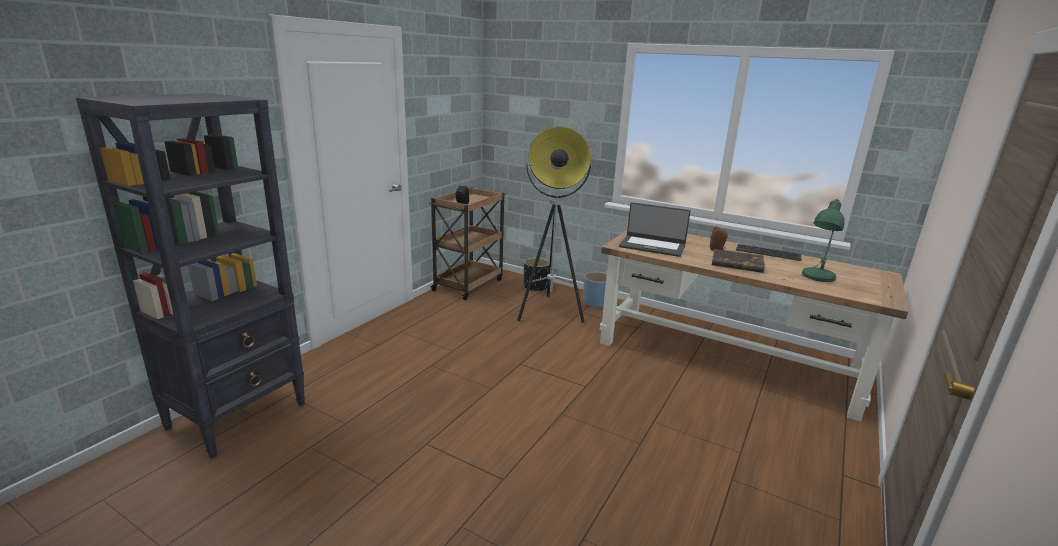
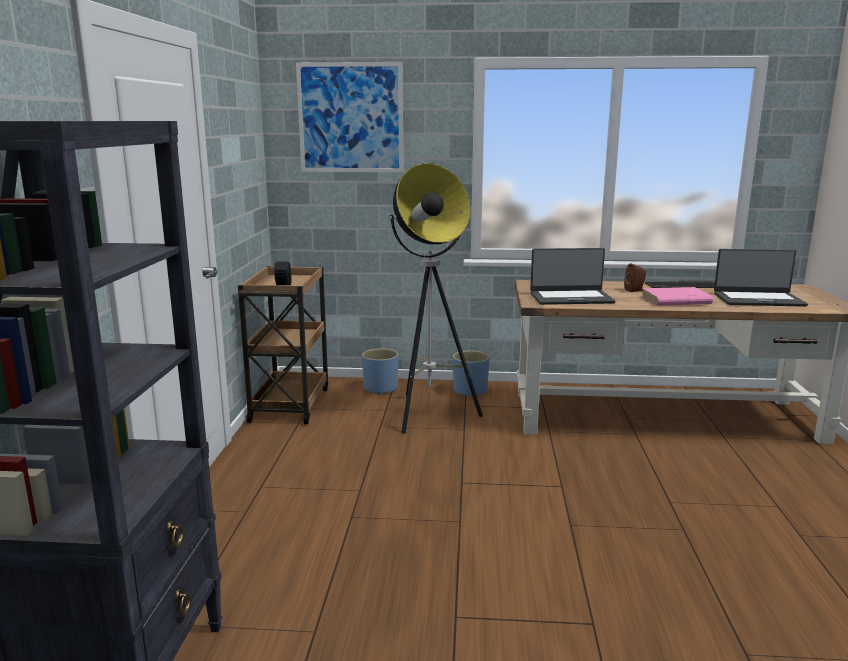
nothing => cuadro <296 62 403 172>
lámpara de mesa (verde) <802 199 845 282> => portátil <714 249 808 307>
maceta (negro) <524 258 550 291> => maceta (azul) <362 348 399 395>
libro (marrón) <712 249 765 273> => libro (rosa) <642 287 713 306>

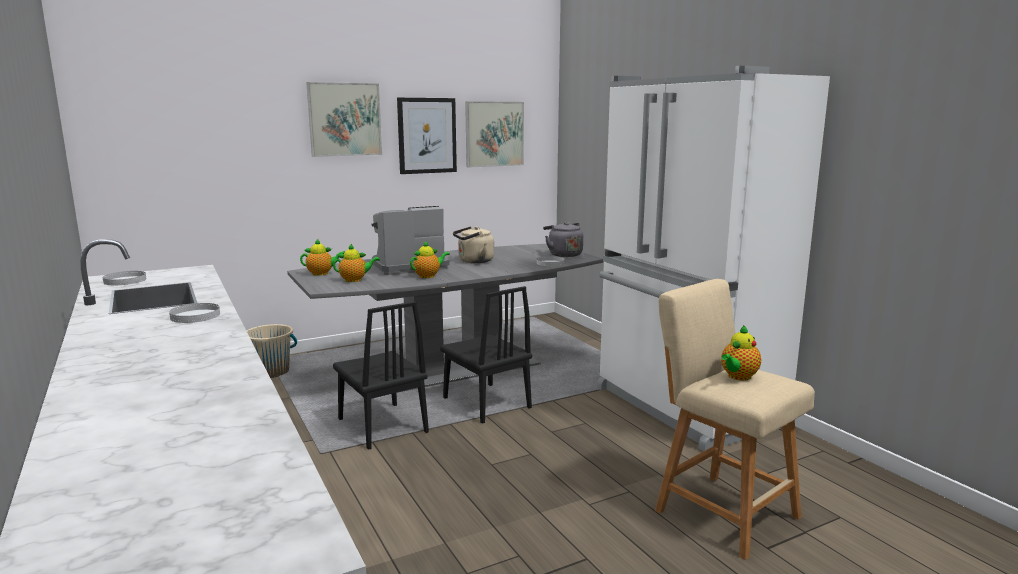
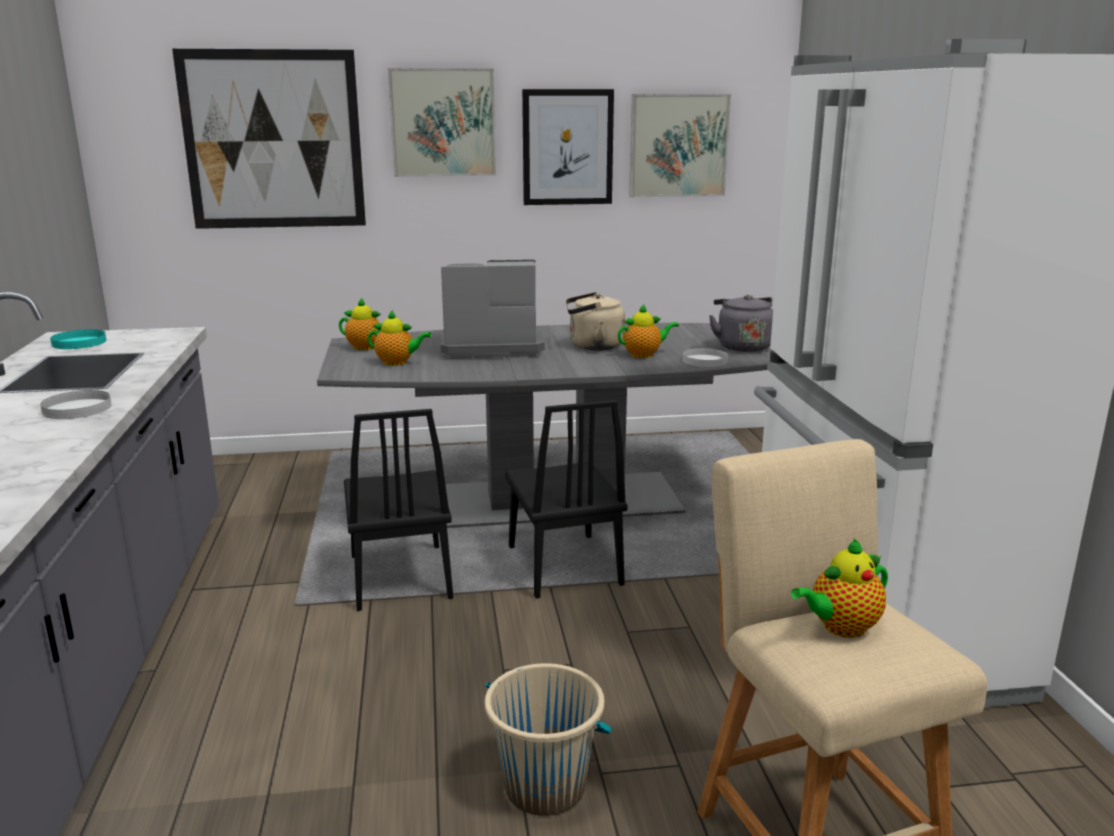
nothing => cuadro <172 49 366 229>
cubo (beis) <247 324 297 378> => cubo (beis) <485 663 612 816>, move
tetera <410 241 450 278> => tetera <618 304 679 358>, move
plato (blanco) <103 271 146 285> => plato (turquesa) <50 329 106 349>

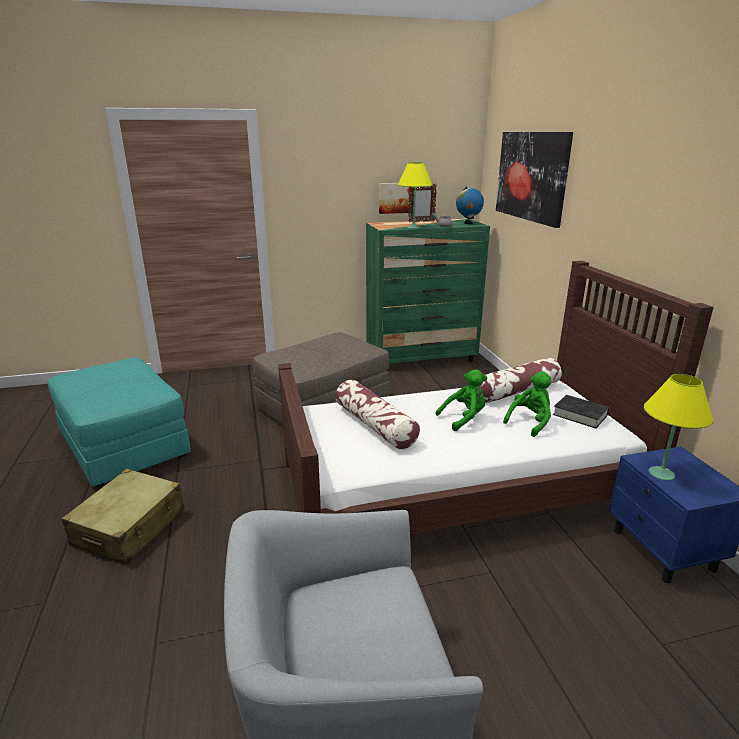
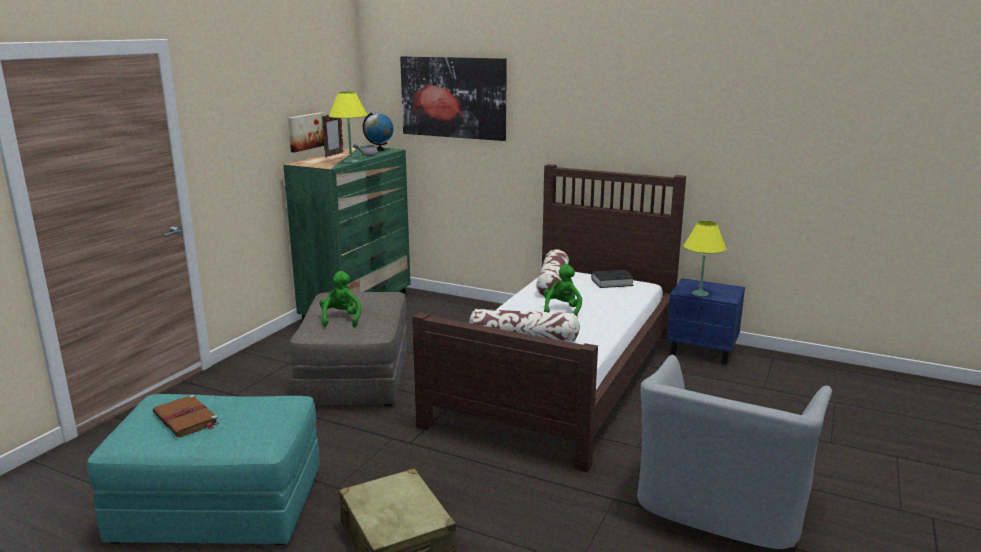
nothing => libro (marrón) <153 394 219 437>
peluche (verde) <503 371 551 437> => peluche (verde) <319 271 361 327>, move

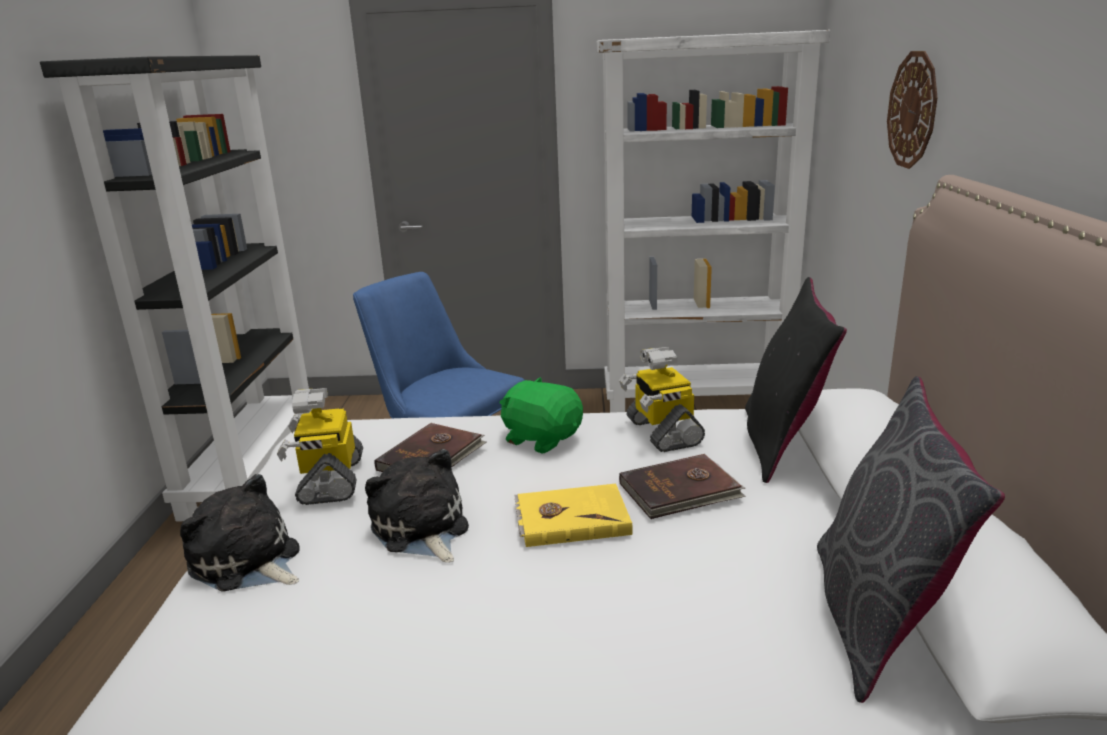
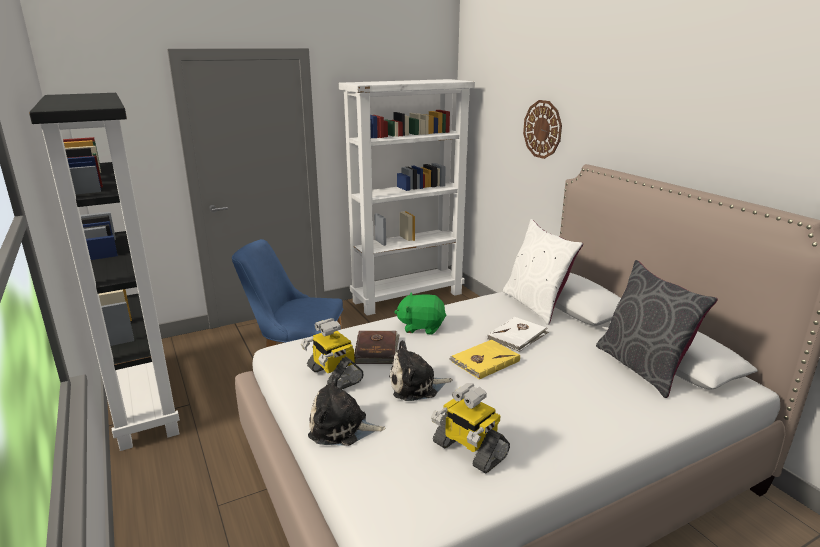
robot de juguete <619 347 705 452> => robot de juguete <431 383 510 473>, move
libro (marrón) <619 454 746 519> => libro (blanco) <487 317 549 352>
cojín (negro) <745 277 847 483> => cojín (blanco) <503 219 583 325>
peluche <365 449 469 563> => peluche <389 340 453 401>, 45 degrees counterclockwise

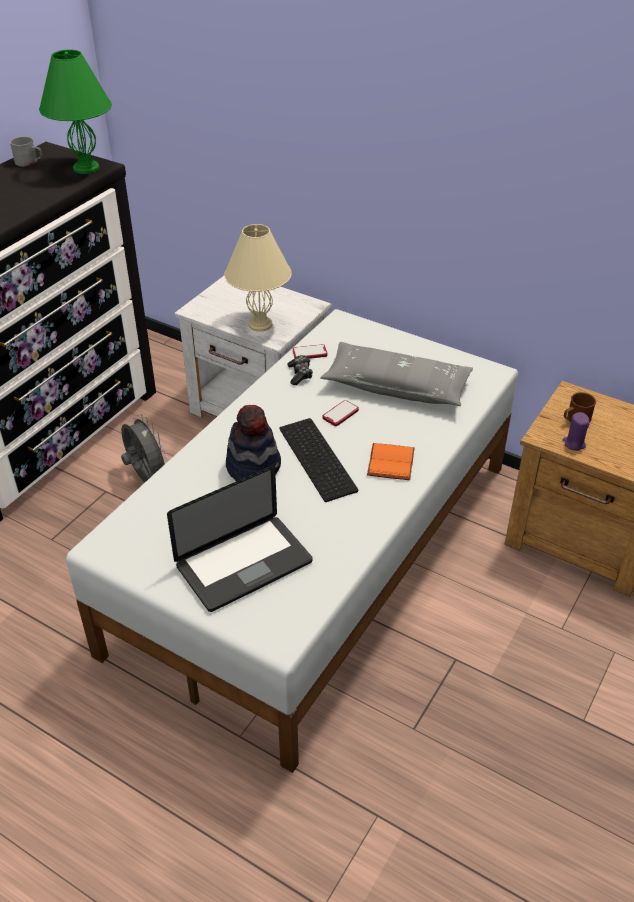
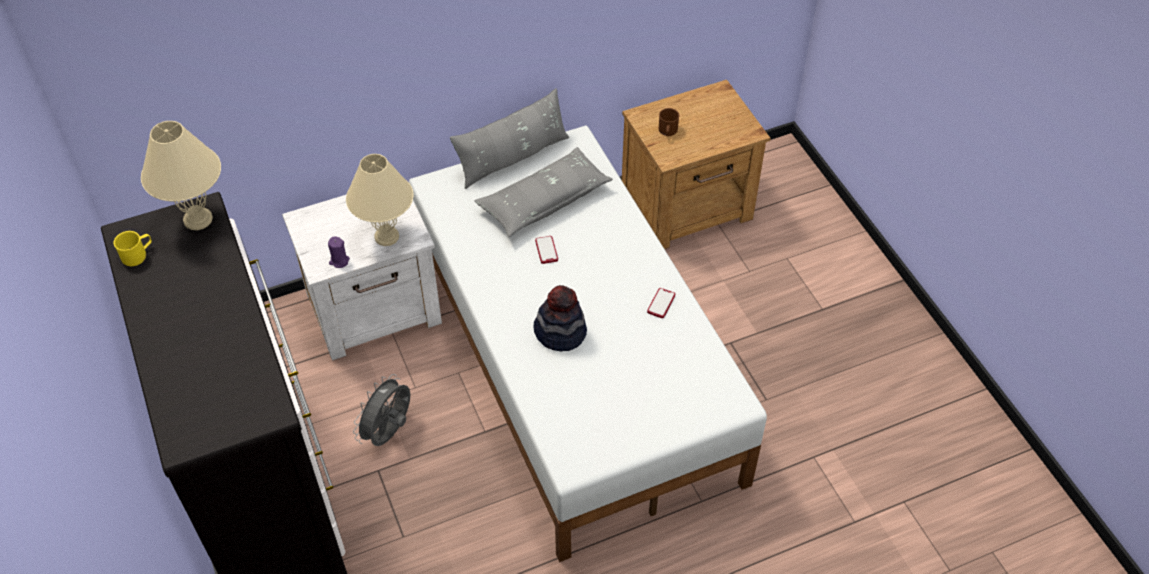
portátil <167 466 313 612> => nothing
teclado <279 418 358 502> => nothing
mando de consola <287 355 313 385> => nothing
libro (naranja) <367 443 415 480> => nothing
nothing => cojín (gris) <450 88 569 189>
móvil <293 344 327 359> => móvil <647 288 675 318>, move
vela (morado) <563 412 590 451> => vela (morado) <328 237 350 268>, move
taza grande (gris) <10 136 42 167> => taza grande (amarillo) <113 231 152 266>
lámpara de mesa (verde) <39 50 112 174> => lámpara de mesa (beis) <141 121 221 230>
ventilador (gris) <121 414 169 482> => ventilador (gris) <353 374 410 446>, 60 degrees counterclockwise

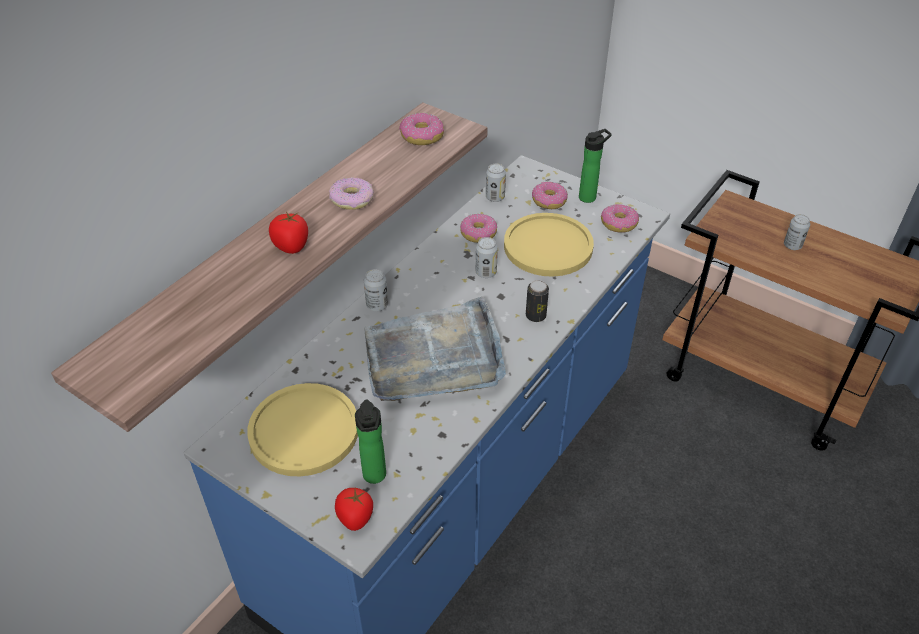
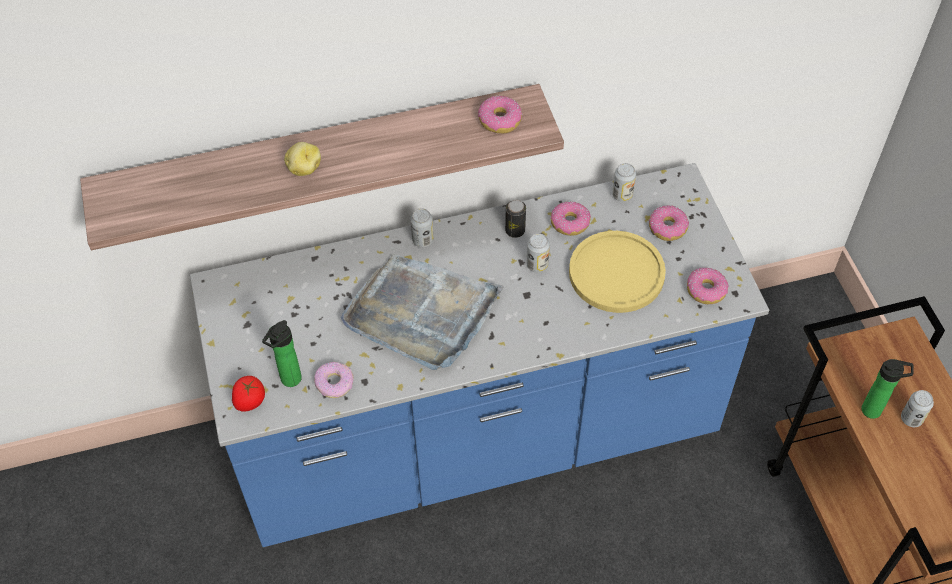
plato (amarillo) <247 383 358 476> => nothing
rosquilla <329 177 374 210> => rosquilla <314 362 354 398>, move
lata <526 280 549 322> => lata <505 200 526 238>, move
botella <579 129 612 203> => botella <861 359 914 419>, move
tomate <269 211 308 254> => patata <284 142 321 176>

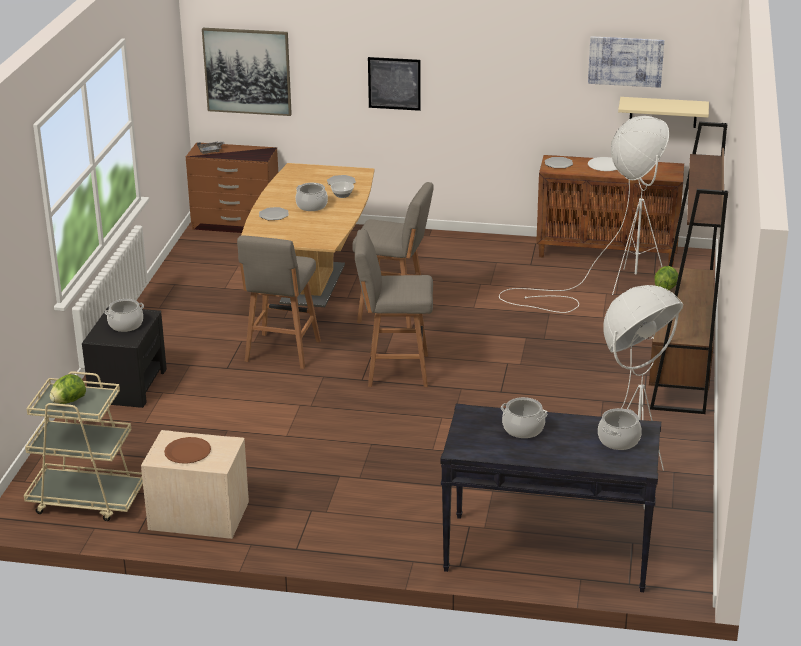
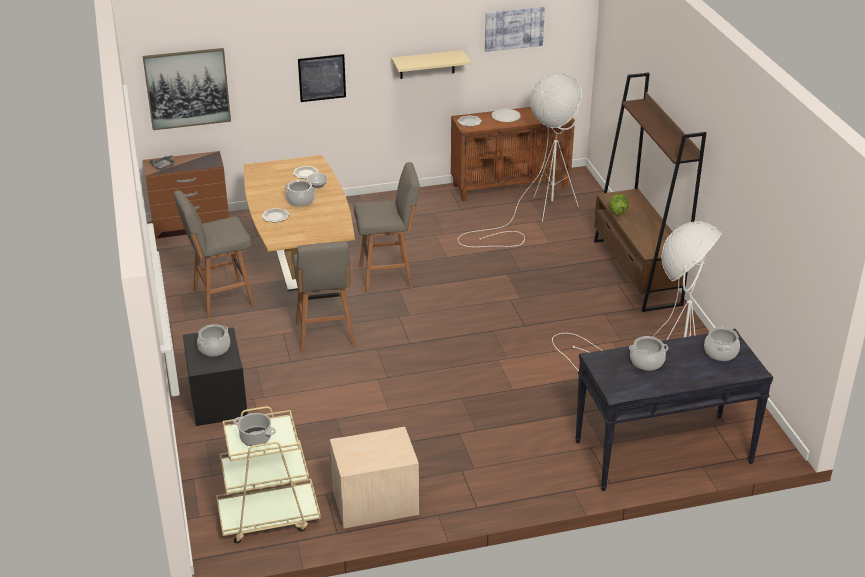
plato (marrón) <164 437 211 464> => nothing
taburete (gris) <355 229 433 387> => taburete (gris) <173 191 255 318>, move
estante (beis) <618 97 709 128> => estante (beis) <391 50 471 79>, move
lechuga <50 374 86 404> => olla <234 413 276 446>

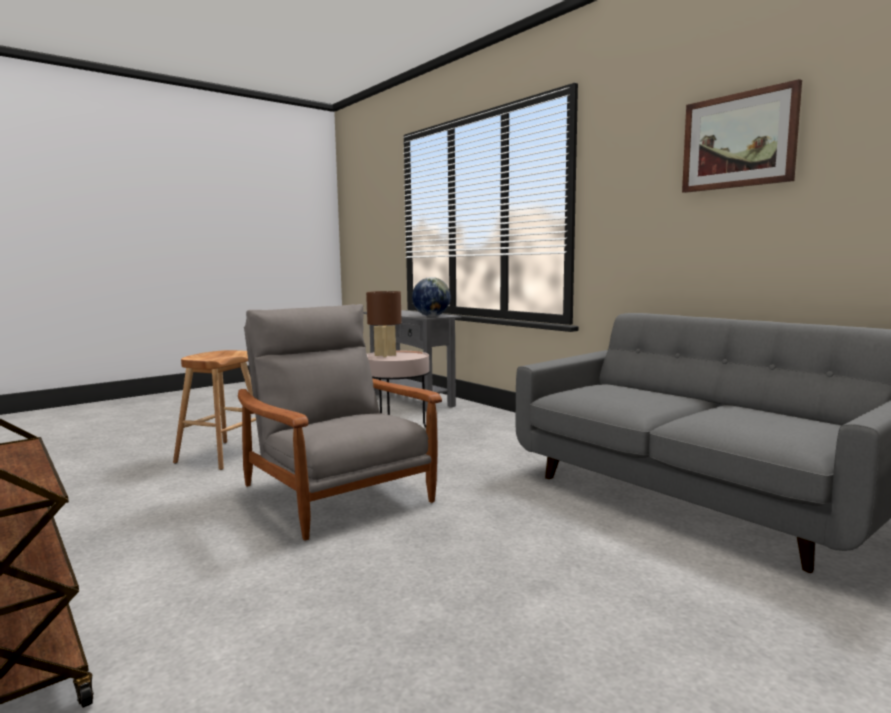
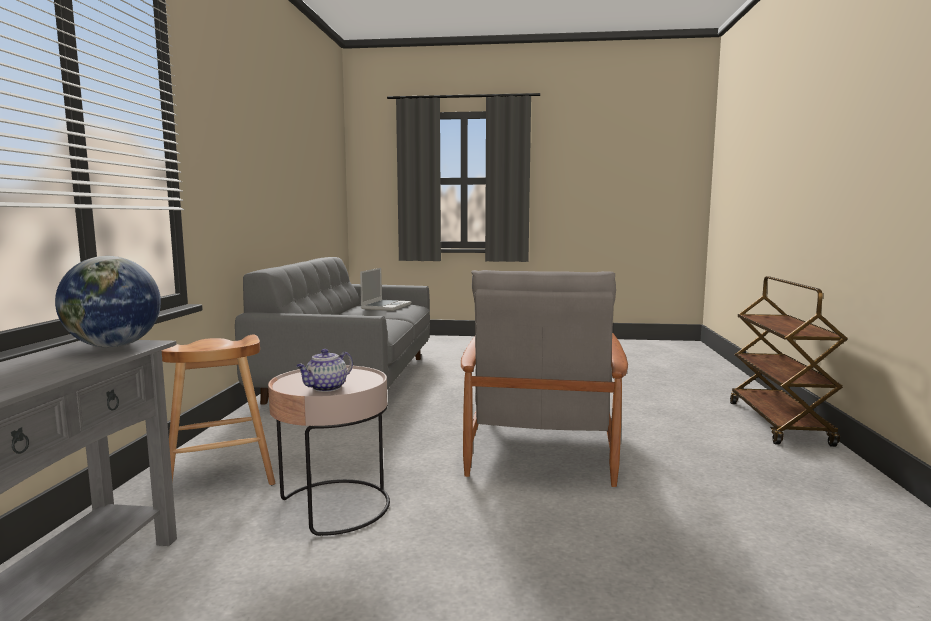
cuadro <682 79 802 193> => nothing
nothing => portátil <360 268 411 311>
taburete (marrón) <173 350 256 470> => taburete (marrón) <162 335 275 485>, move
lámpara de mesa (marrón) <366 291 402 357> => tetera <296 349 353 392>

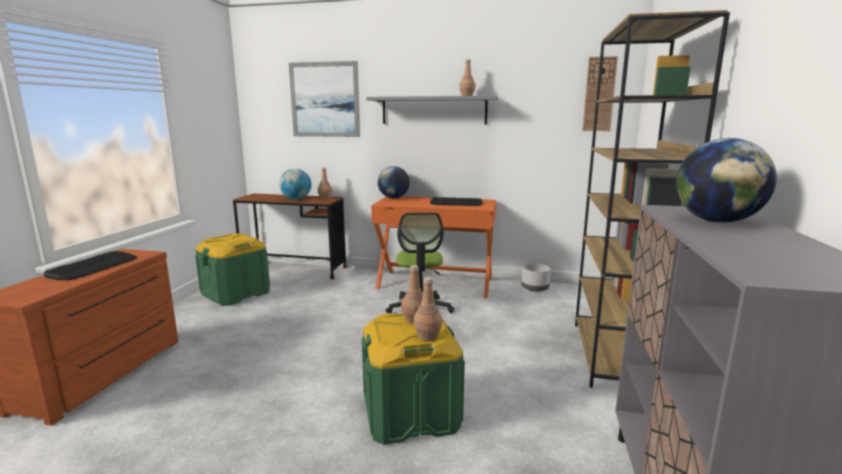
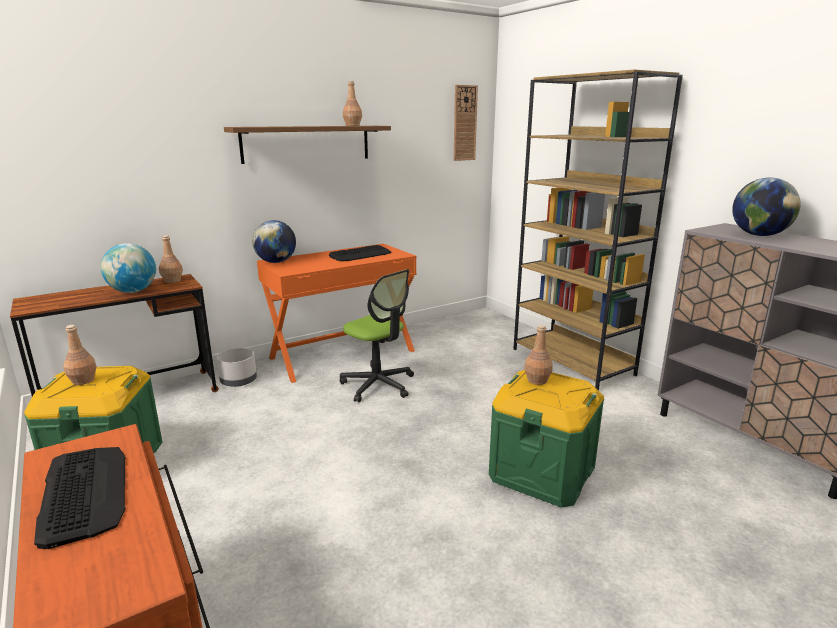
cuadro <289 61 360 137> => nothing
botella (marrón) <413 277 442 341> => botella (marrón) <63 325 97 385>, move
maceta (gris) <521 263 551 292> => maceta (gris) <217 348 257 387>, move
estante (gris) <366 96 498 124> => estante (marrón) <224 126 391 164>

